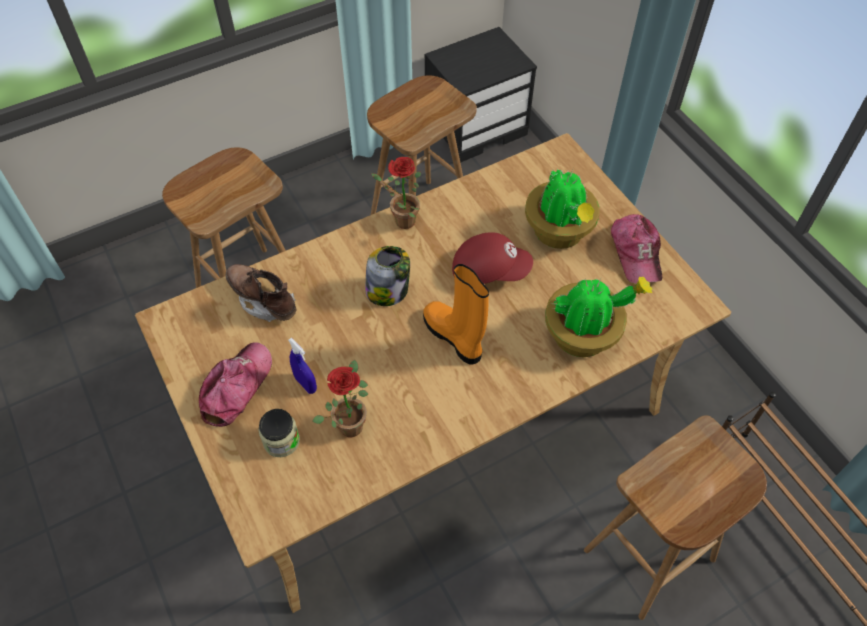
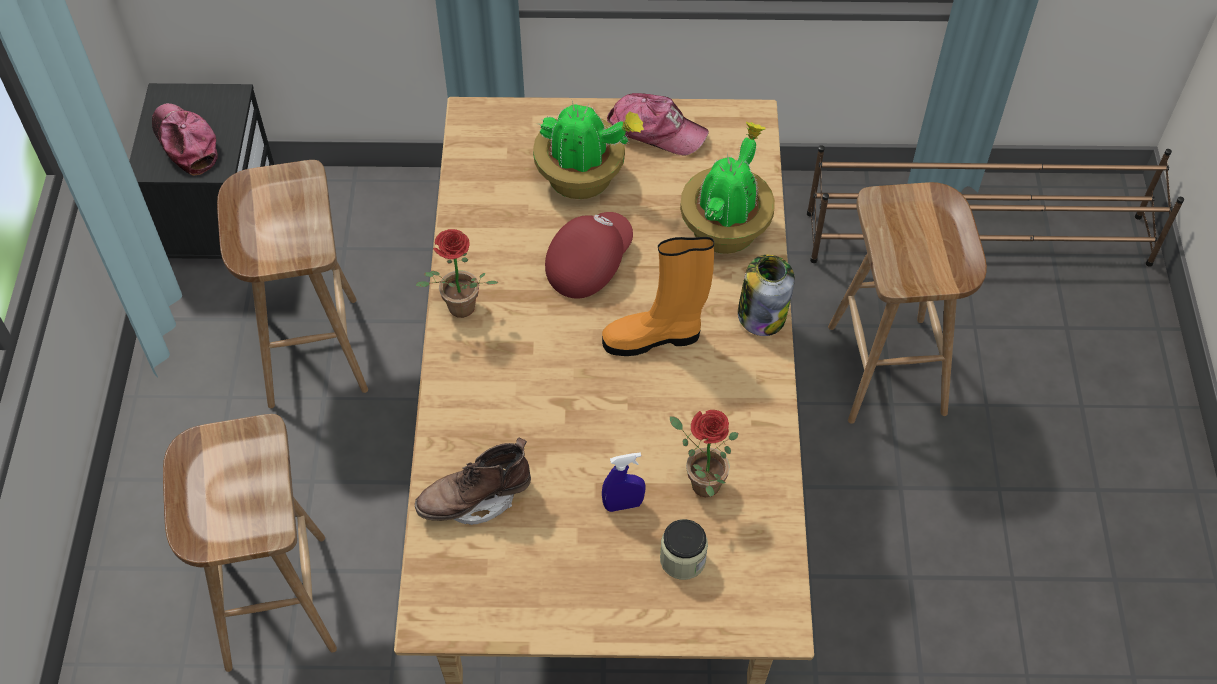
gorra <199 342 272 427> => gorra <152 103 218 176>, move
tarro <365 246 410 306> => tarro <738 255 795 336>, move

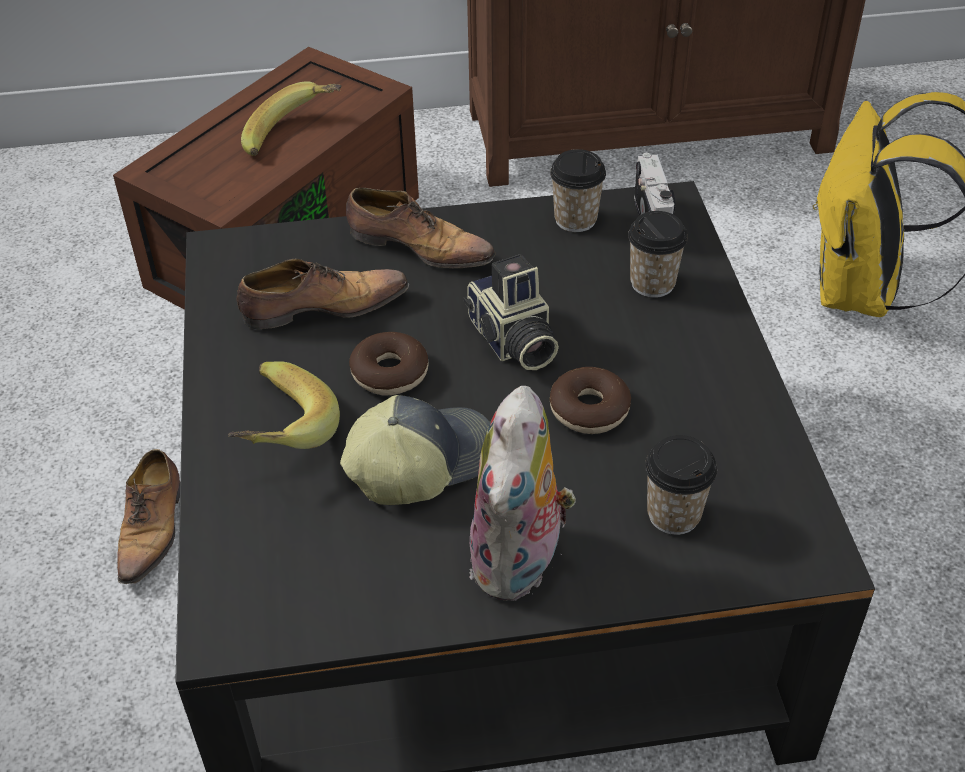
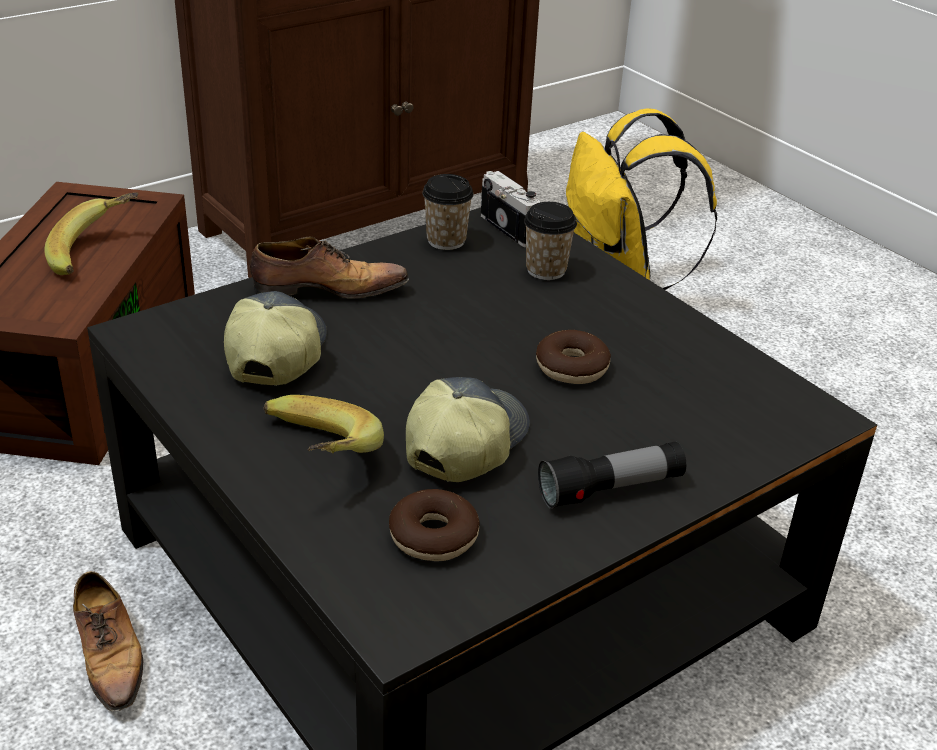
cámara <463 254 559 370> => nothing
taza <645 435 717 535> => nothing
rosquilla <349 332 428 396> => rosquilla <389 489 480 561>, move
zapato <236 259 409 329> => gorra <224 291 327 386>
peluche <469 386 576 601> => linterna <538 441 686 509>

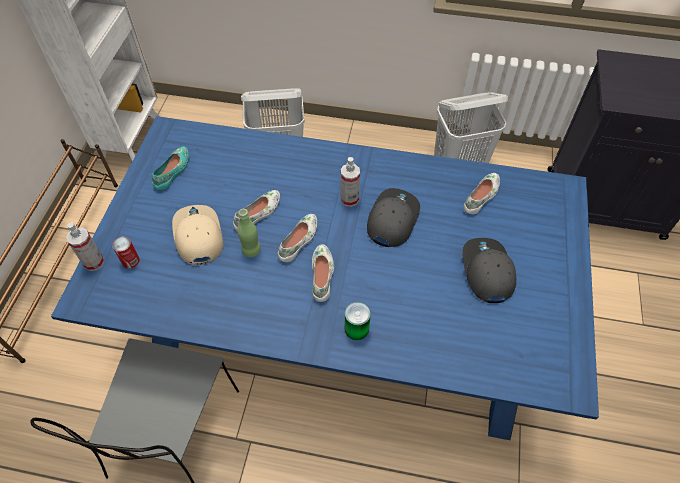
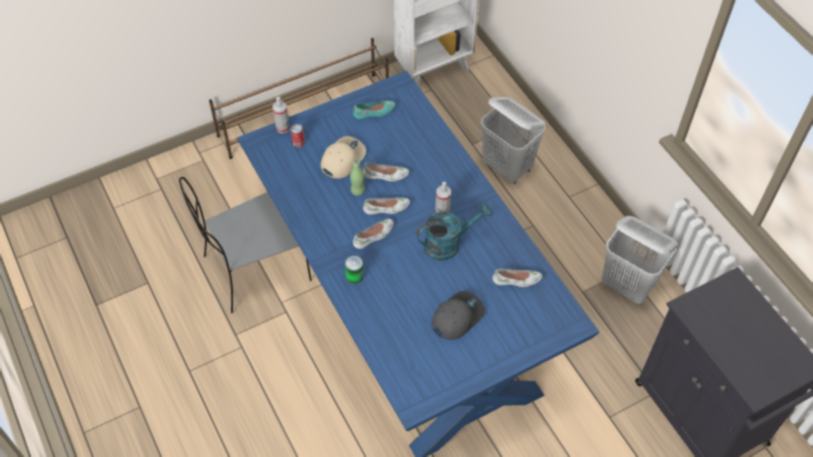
gorra (gris) <367 188 420 247> => regadera (turquesa) <416 203 492 261>

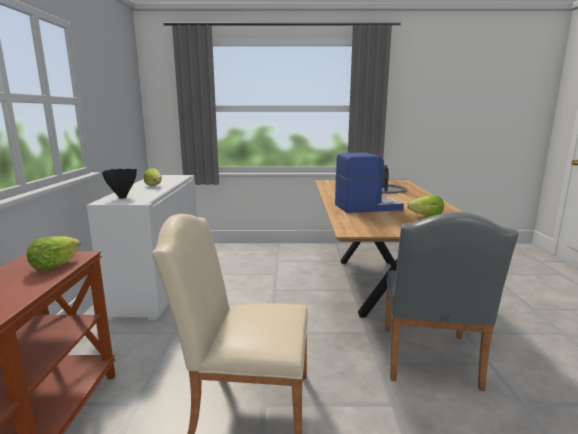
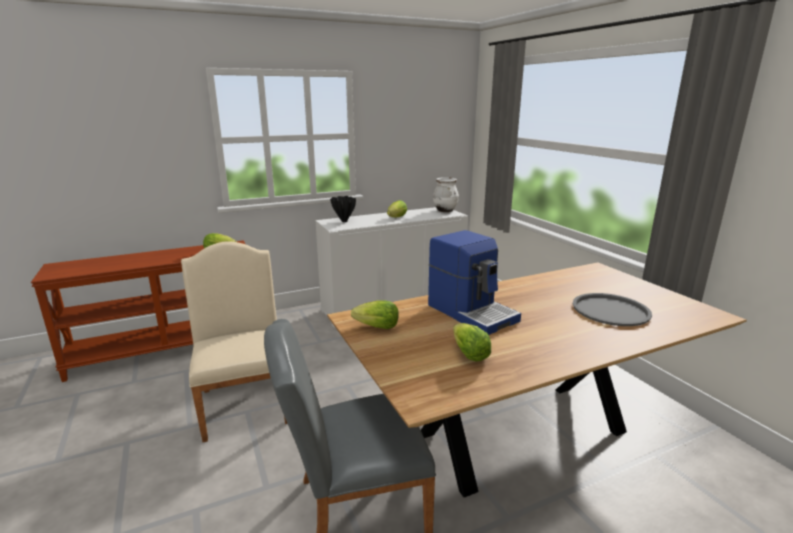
nothing => lechuga <351 301 399 329>
nothing => florero (blanco) <433 177 459 212>

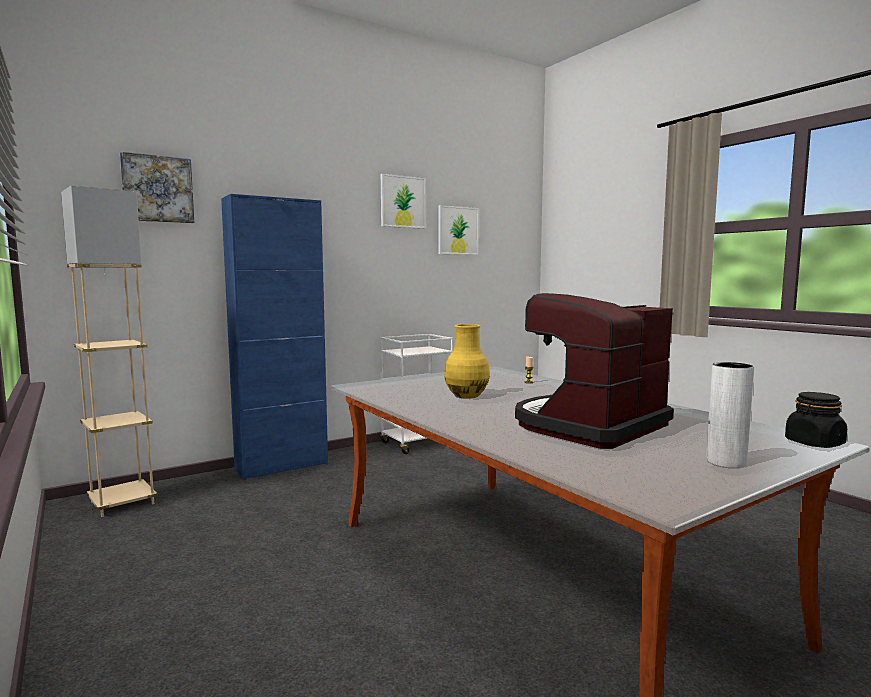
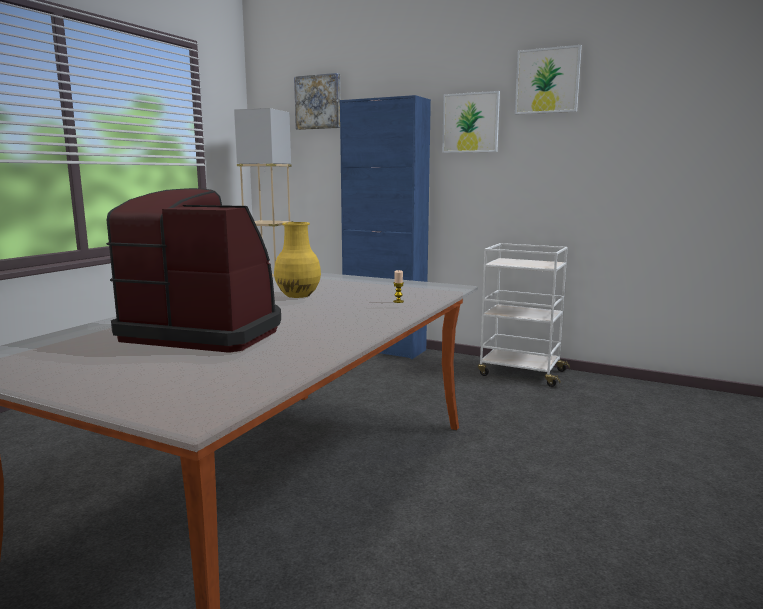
florero (blanco) <706 362 754 468> => nothing
tarro (negro) <785 392 847 448> => nothing
cuadro <438 205 479 255> => cuadro <442 91 500 153>, move

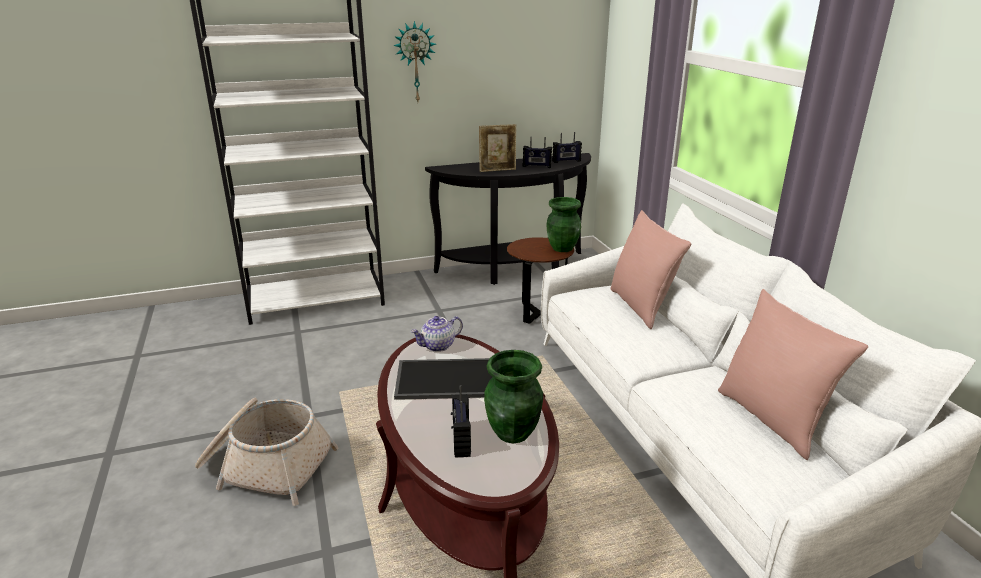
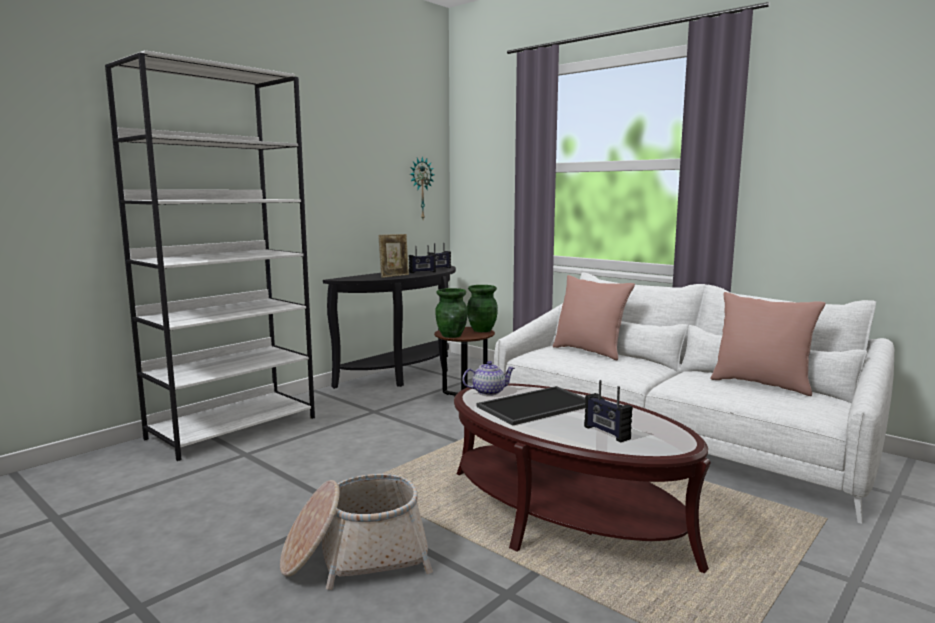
reloj de pared <394 21 436 102> => reloj de pared <410 157 434 219>, move
florero (verde) <484 350 543 443> => florero (verde) <435 288 468 338>, move
tetera <410 316 463 352> => tetera <462 361 515 396>, 135 degrees counterclockwise

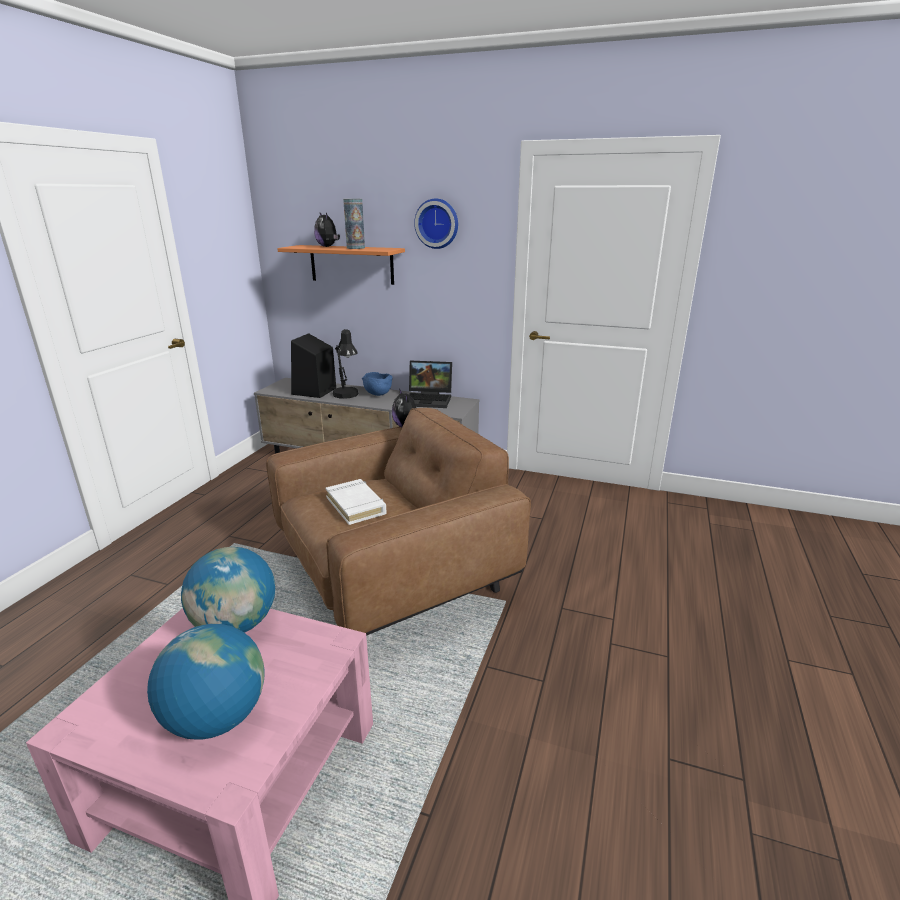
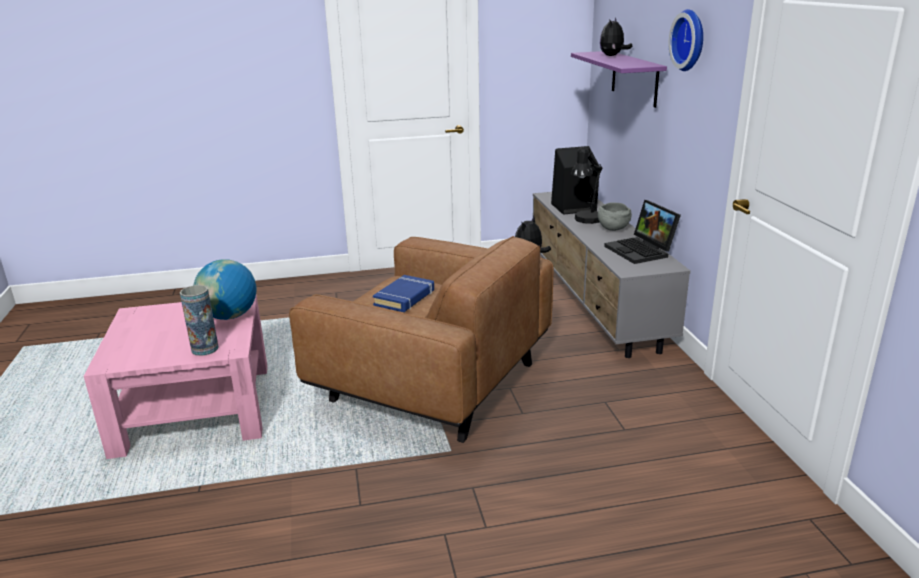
globo terráqueo <147 624 265 740> => nothing
florero <343 199 365 249> => florero <180 285 219 356>, move
estante (naranja) <277 245 405 285> => estante (morado) <571 51 667 108>
libro (blanco) <326 479 386 525> => libro (azul) <373 275 434 312>
cuenco (azul) <362 372 393 396> => cuenco (gris) <598 202 632 231>

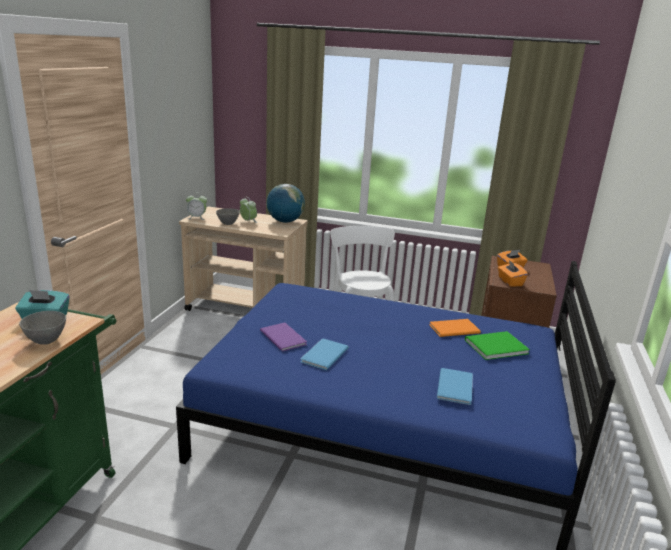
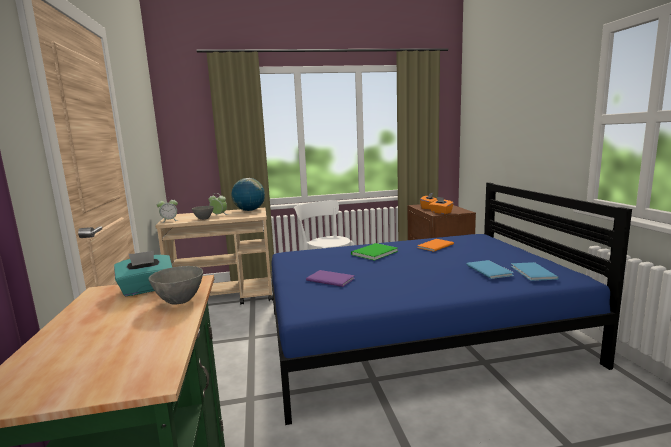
libro (azul) <300 338 349 370> => libro (azul) <511 262 559 281>, move
libro (verde) <465 331 530 360> => libro (verde) <351 243 398 261>, move

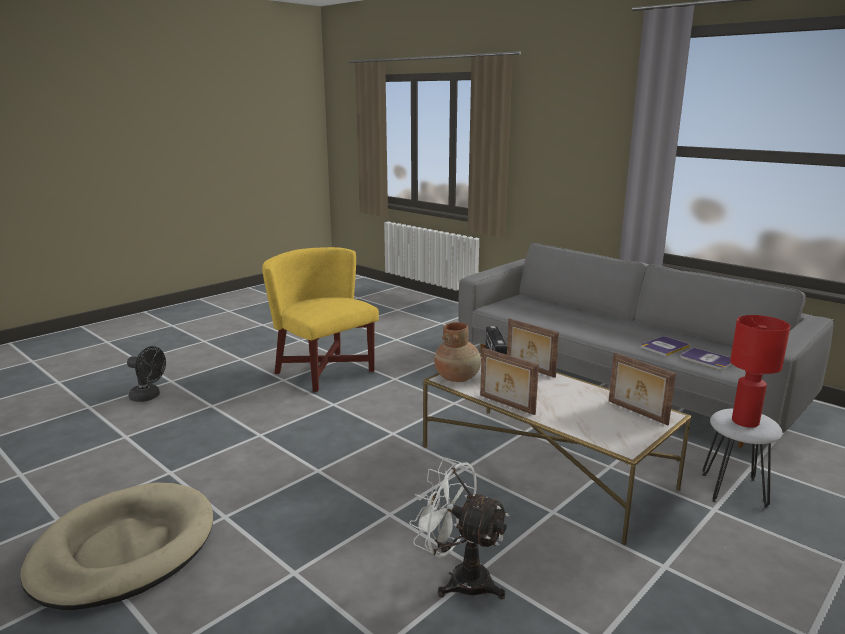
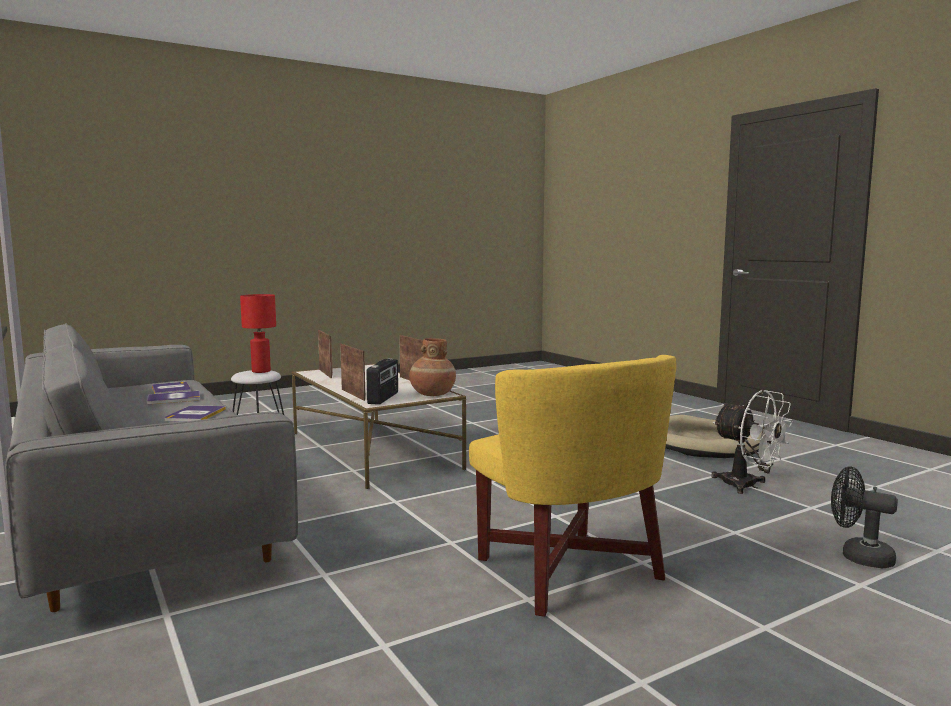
nothing => libro <165 405 226 422>
ventilador (blanco) <409 457 510 599> => ventilador (blanco) <711 389 793 494>, move

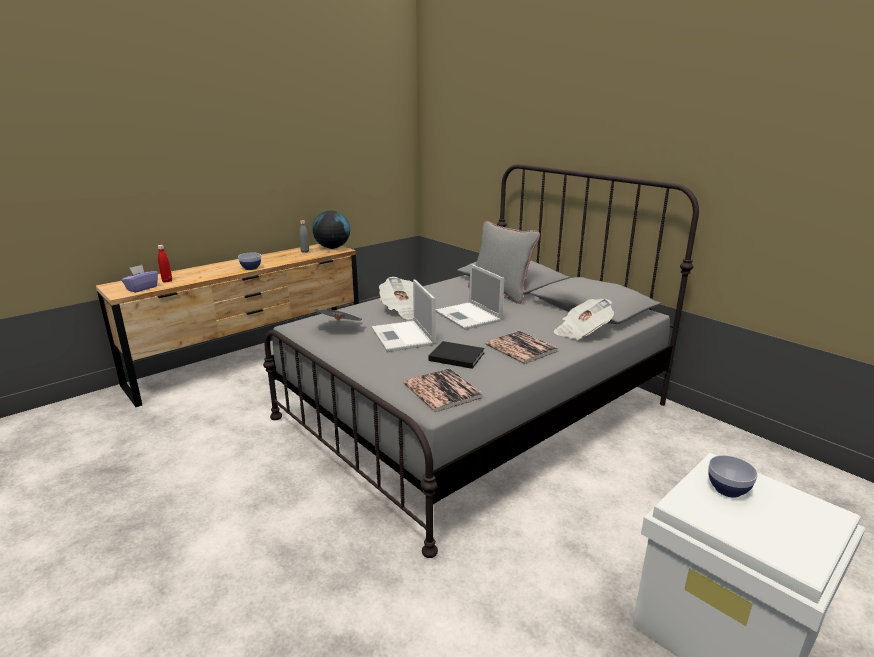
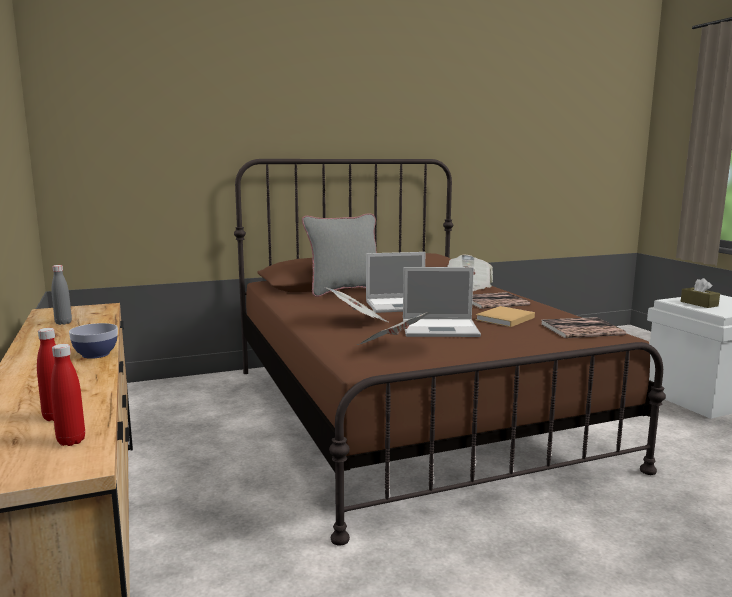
globo terráqueo <312 211 350 249> => nothing
caja de pañuelos (morado) <121 265 158 293> => botella (rojo) <51 344 85 446>
cuenco <708 455 758 498> => caja de pañuelos (marrón) <681 278 720 308>
cama (gris) <263 164 699 558> => cama (marrón) <234 159 666 546>
libro (negro) <428 341 485 369> => libro (beis) <476 306 535 327>

